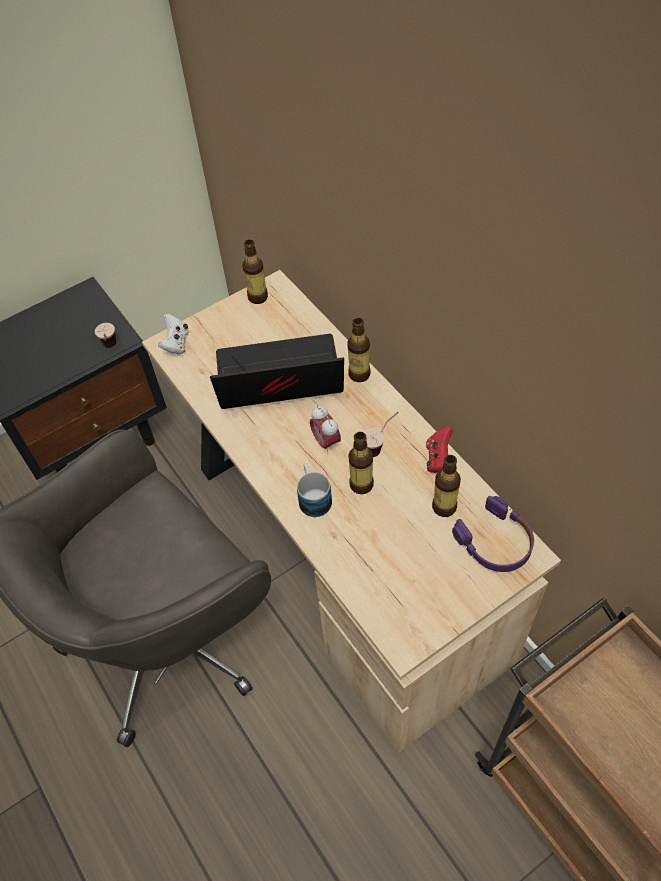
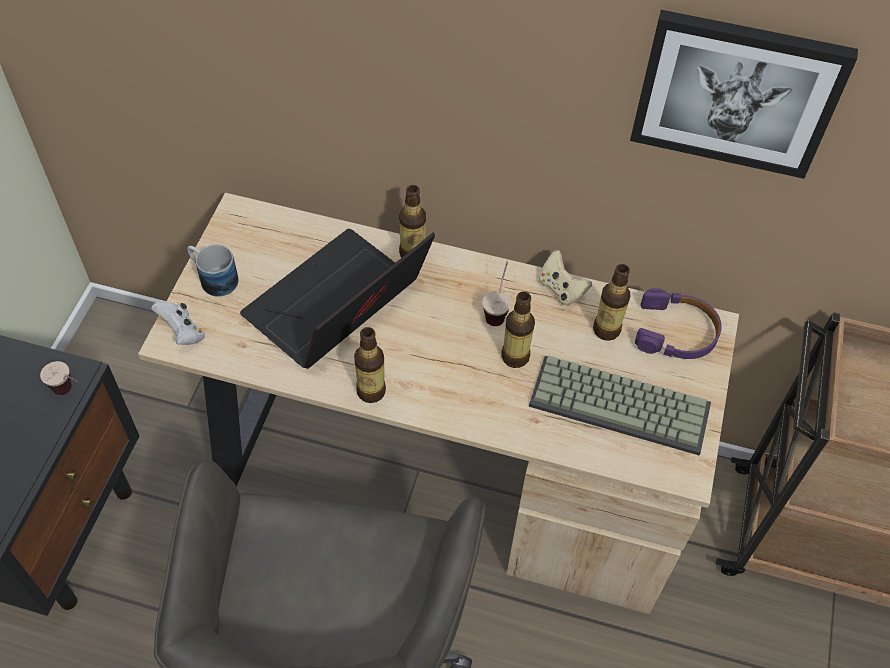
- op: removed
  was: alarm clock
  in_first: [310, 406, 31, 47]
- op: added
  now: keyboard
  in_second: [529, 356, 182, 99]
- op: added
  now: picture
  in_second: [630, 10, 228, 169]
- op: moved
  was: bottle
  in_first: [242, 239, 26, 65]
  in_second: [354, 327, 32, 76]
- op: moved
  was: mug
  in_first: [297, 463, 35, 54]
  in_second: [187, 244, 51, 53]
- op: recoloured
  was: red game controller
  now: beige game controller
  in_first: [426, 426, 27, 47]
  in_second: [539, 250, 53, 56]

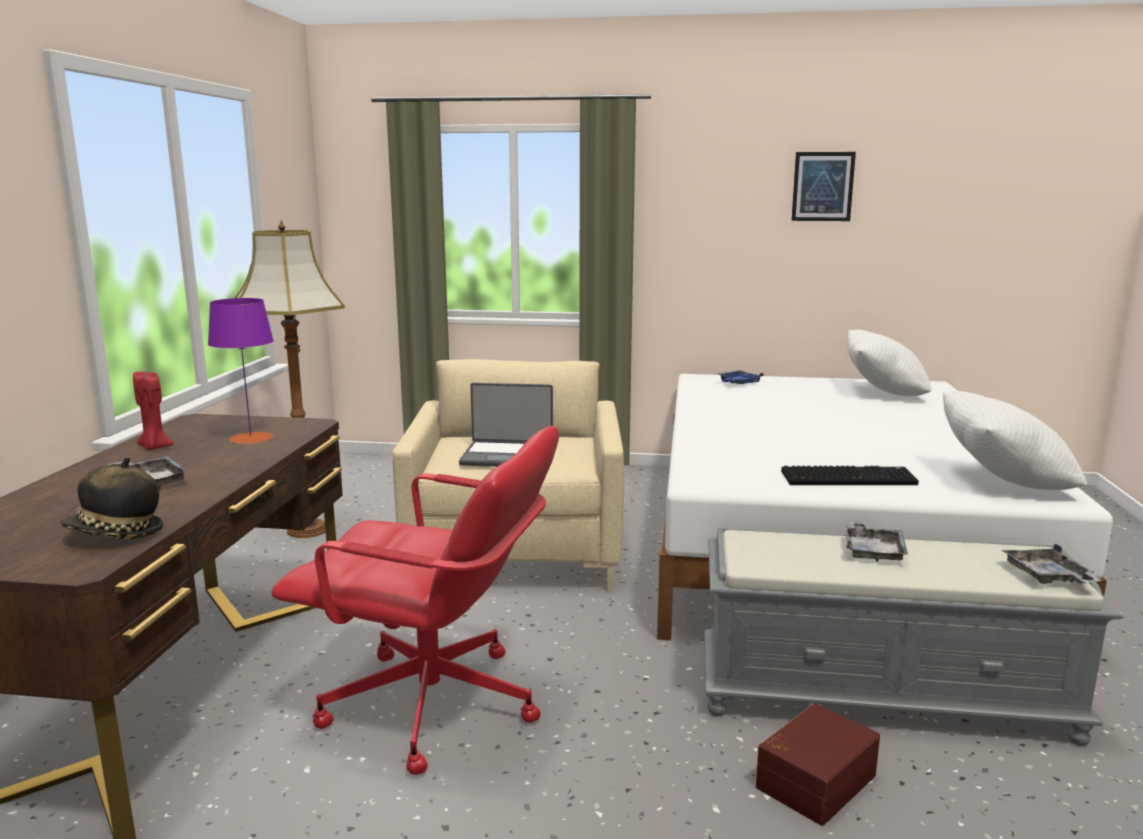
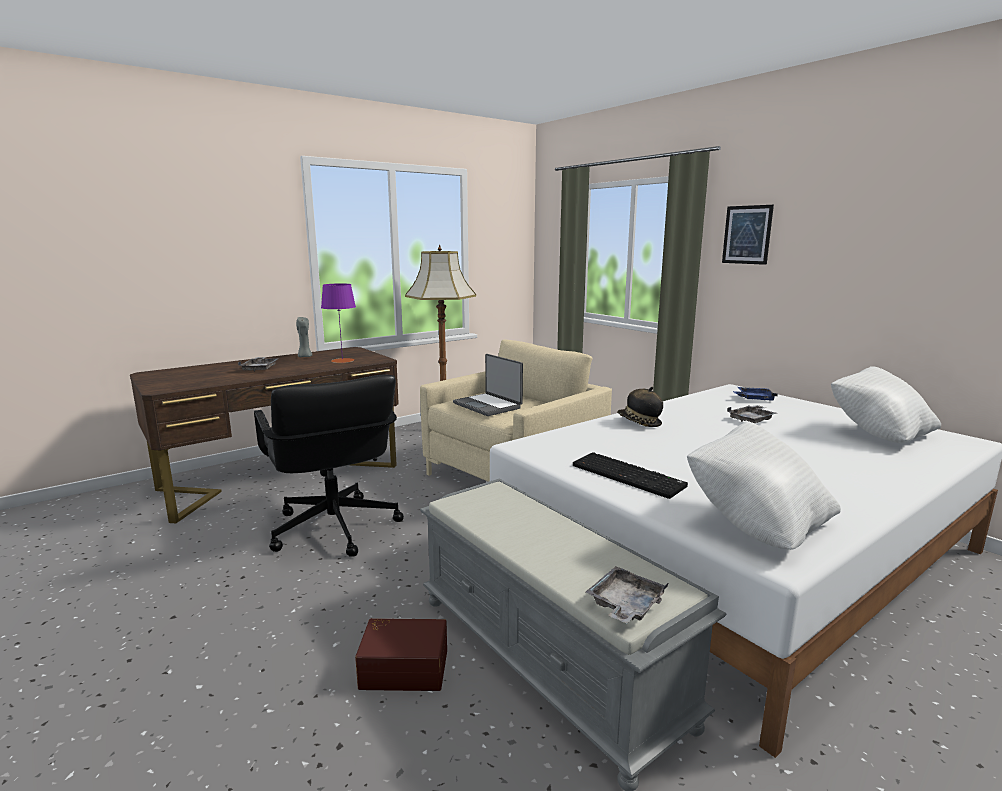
- op: moved
  was: hat
  in_first: [60, 457, 103, 82]
  in_second: [617, 387, 46, 40]
- op: moved
  was: picture
  in_first: [791, 152, 65, 69]
  in_second: [722, 205, 52, 60]
- op: moved
  was: grey tray
  in_first: [846, 521, 62, 41]
  in_second: [727, 405, 49, 18]
- op: recoloured
  was: red candle
  now: grey candle
  in_first: [133, 371, 41, 79]
  in_second: [296, 317, 16, 40]
- op: recoloured
  was: red office chair
  now: black office chair
  in_first: [271, 426, 288, 349]
  in_second: [254, 375, 150, 182]

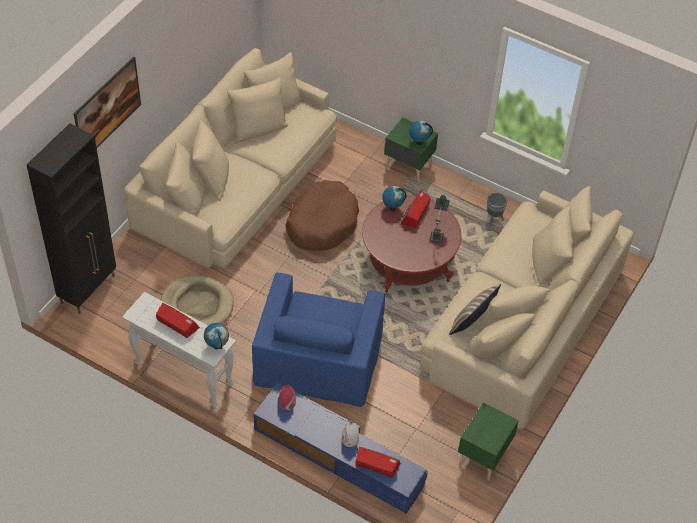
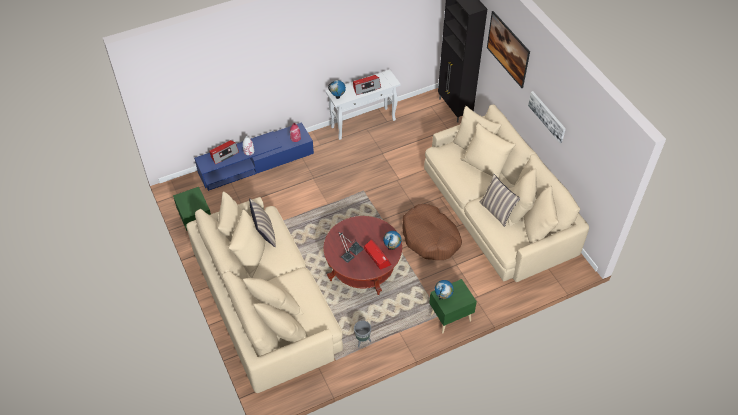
- op: removed
  was: beige dog bed
  in_first: [161, 275, 73, 51]
- op: removed
  was: blue armchair
  in_first: [252, 272, 133, 135]
- op: added
  now: pillow
  in_second: [479, 174, 41, 53]
- op: added
  now: picture
  in_second: [528, 91, 38, 52]

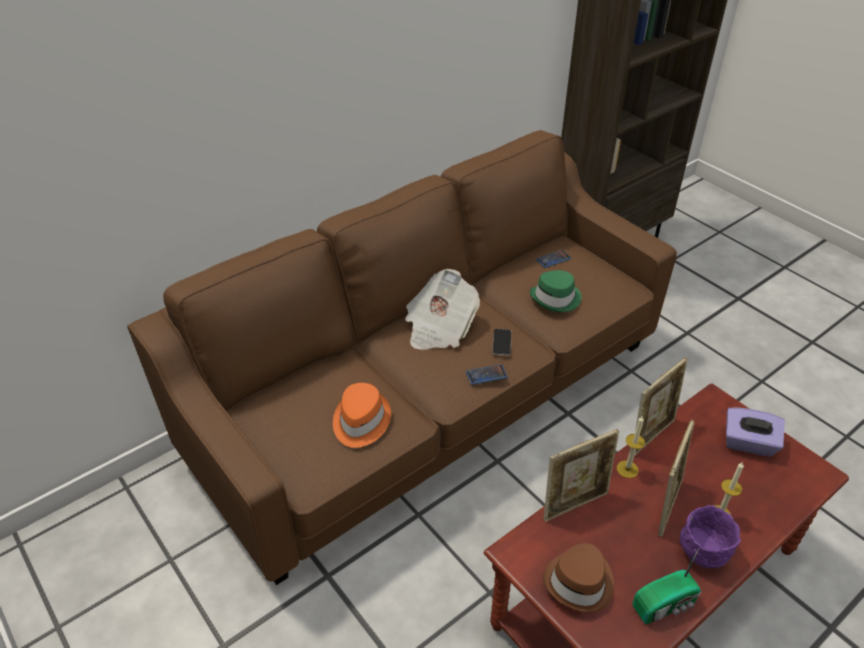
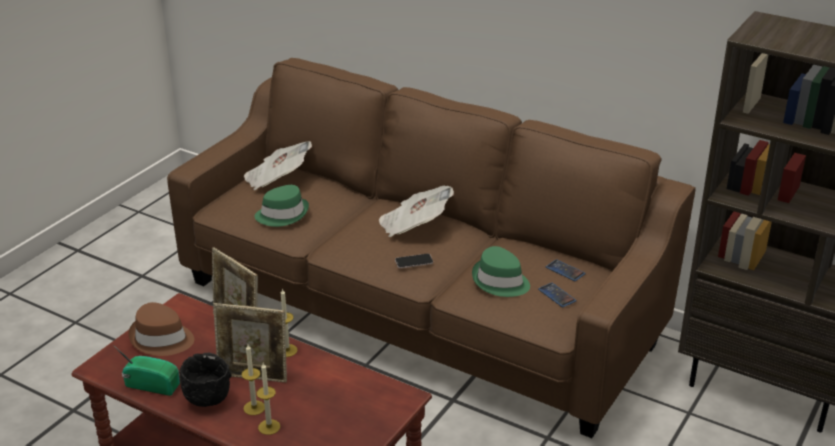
- op: removed
  was: picture frame
  in_first: [634, 358, 54, 98]
- op: removed
  was: purple tissue box
  in_first: [726, 408, 59, 49]
- op: added
  now: newspaper
  in_second: [244, 141, 68, 49]
- op: added
  now: candle
  in_second: [256, 363, 24, 72]
- op: moved
  was: phone
  in_first: [466, 364, 42, 21]
  in_second: [538, 283, 39, 24]
- op: recoloured
  was: orange hat
  now: green hat
  in_first: [333, 383, 58, 65]
  in_second: [255, 185, 54, 42]
- op: recoloured
  was: purple bowl
  now: black bowl
  in_first: [680, 505, 61, 63]
  in_second: [179, 352, 53, 55]
- op: turned
  was: radio
  in_first: [632, 548, 69, 76]
  in_second: [113, 345, 67, 51]
  clockwise: 150

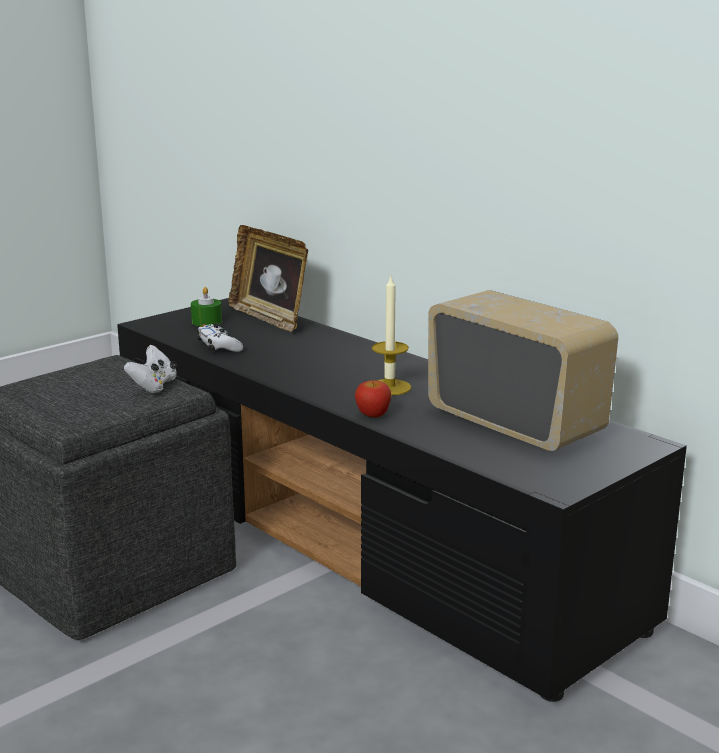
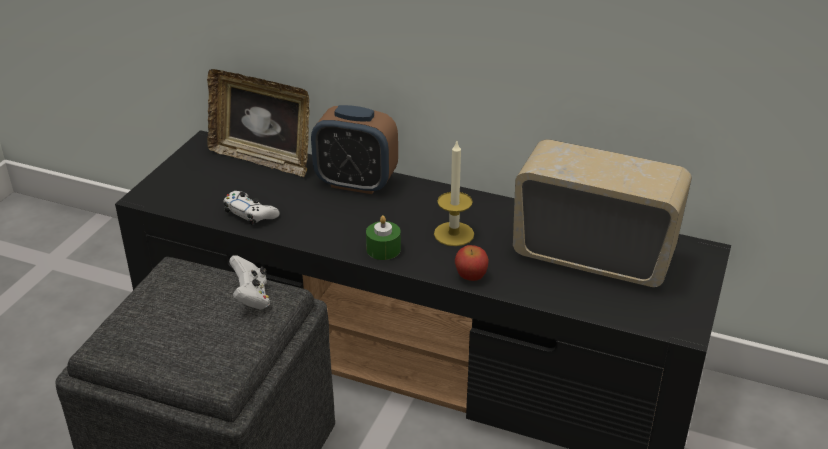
- op: added
  now: alarm clock
  in_second: [311, 105, 87, 89]
- op: moved
  was: green candle
  in_first: [191, 287, 31, 39]
  in_second: [366, 215, 35, 45]

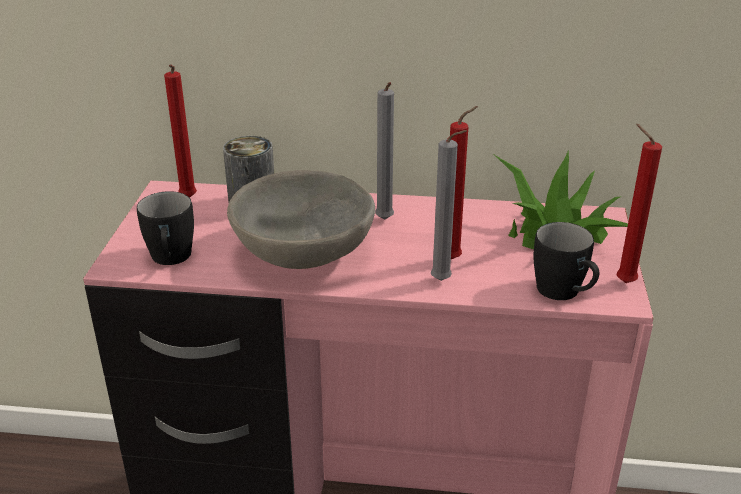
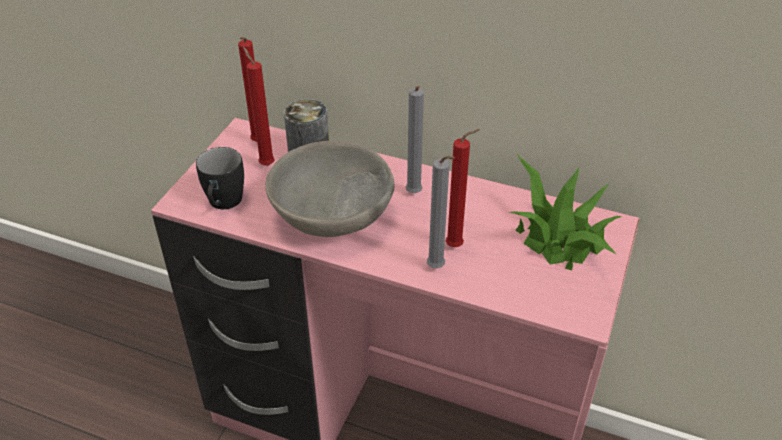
- op: removed
  was: black mug
  in_first: [534, 222, 65, 78]
- op: moved
  was: red candle
  in_first: [616, 124, 46, 159]
  in_second: [243, 47, 32, 119]

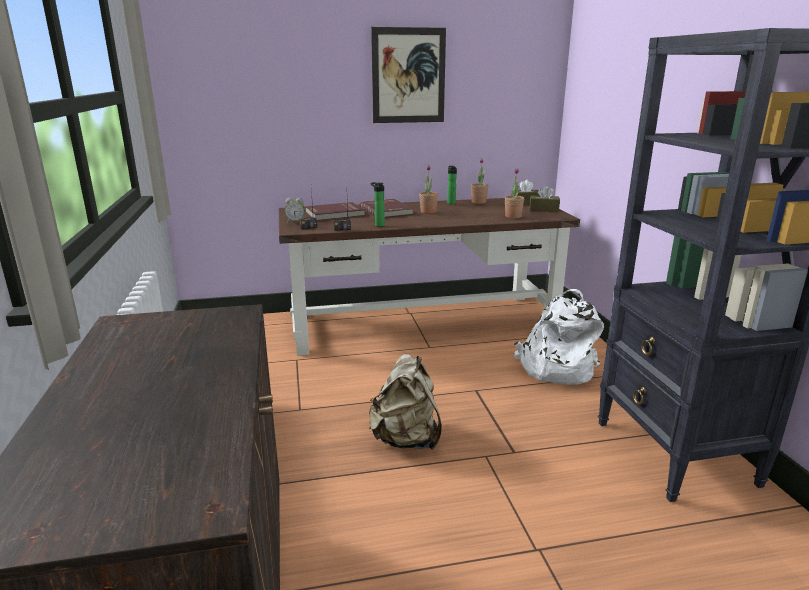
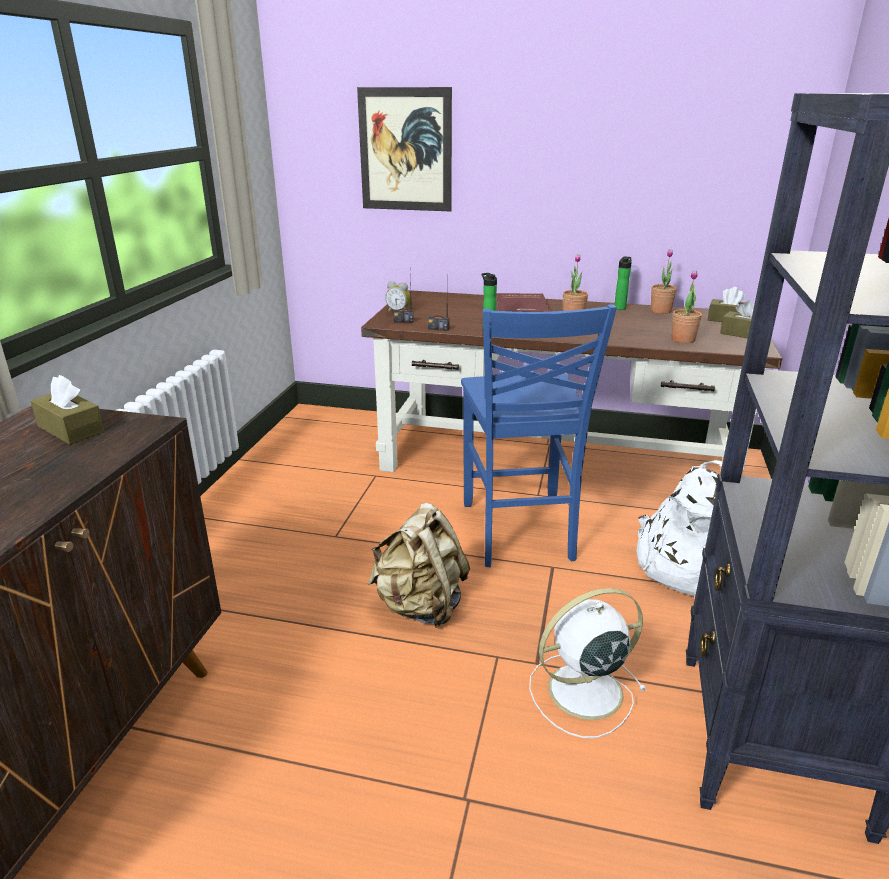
- op: removed
  was: red book
  in_first: [305, 202, 60, 19]
- op: added
  now: brown tissue box
  in_second: [30, 375, 75, 69]
- op: added
  now: blue chair
  in_second: [461, 304, 156, 263]
- op: added
  now: white fan
  in_second: [529, 588, 118, 150]
- op: moved
  was: picture
  in_first: [371, 27, 75, 96]
  in_second: [357, 87, 95, 124]

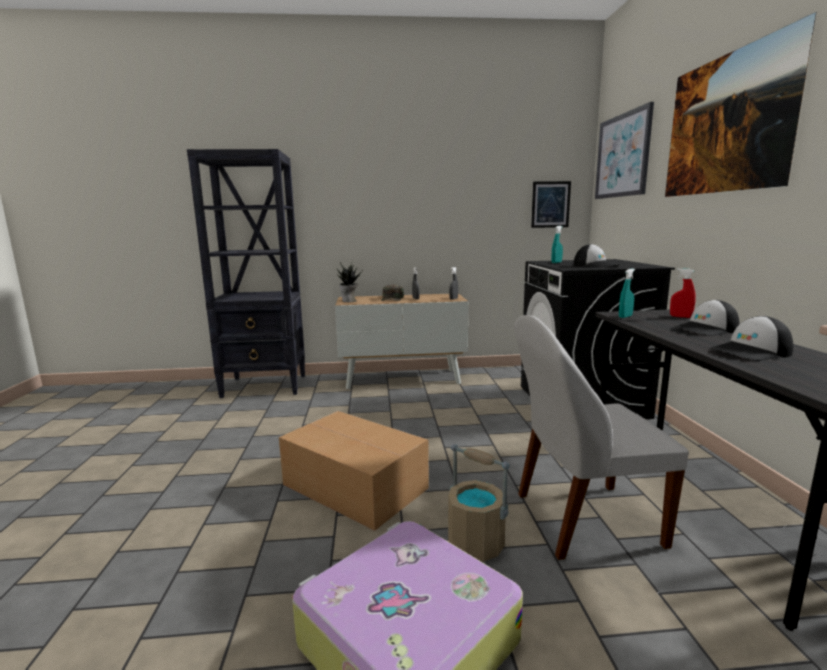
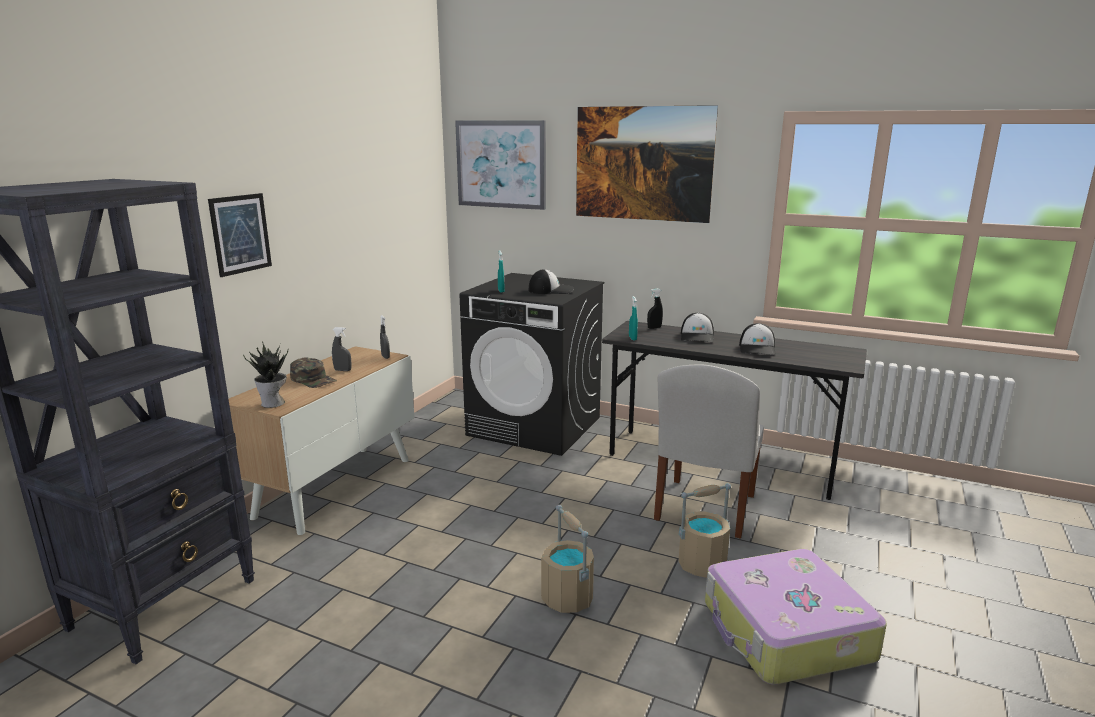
- op: moved
  was: picture
  in_first: [531, 181, 40, 47]
  in_second: [208, 193, 64, 84]
- op: replaced
  was: cardboard box
  now: beige bucket
  in_first: [279, 411, 150, 120]
  in_second: [541, 505, 53, 108]
- op: recoloured
  was: red spray bottle
  now: black spray bottle
  in_first: [670, 268, 26, 50]
  in_second: [647, 288, 16, 41]

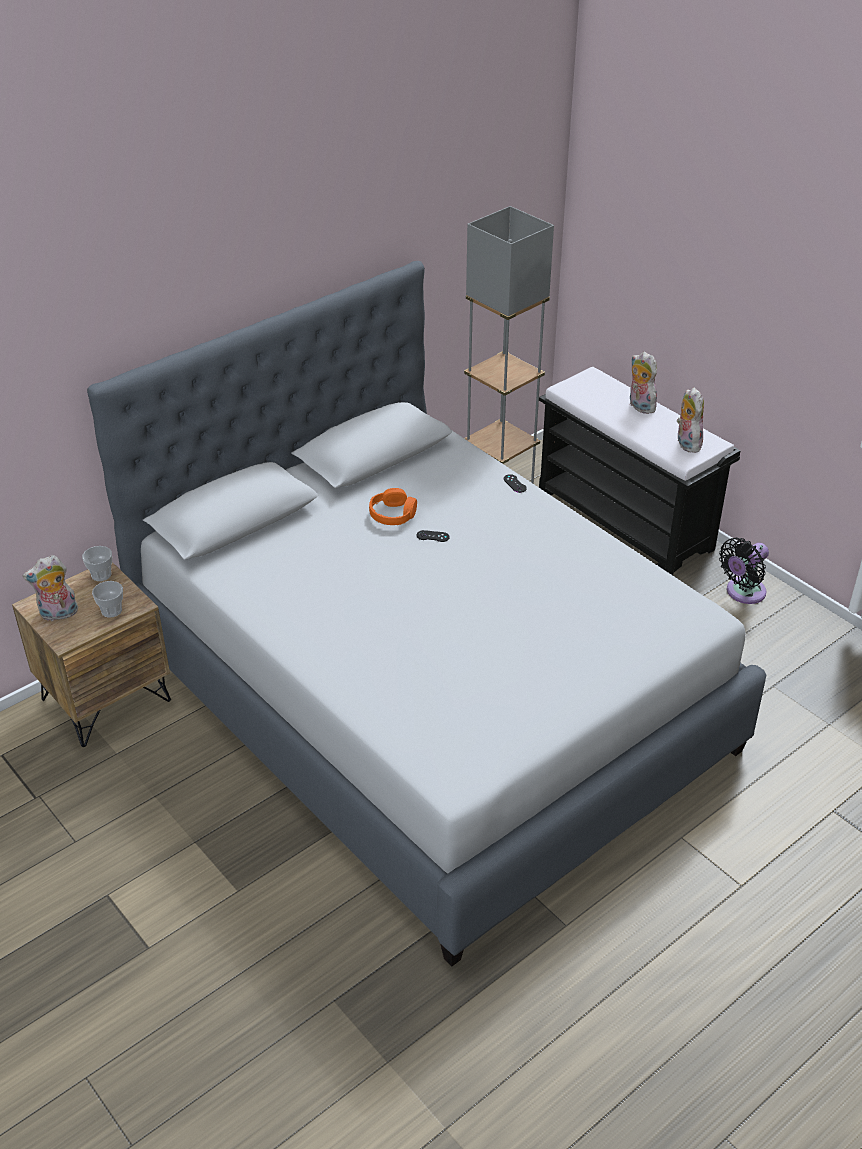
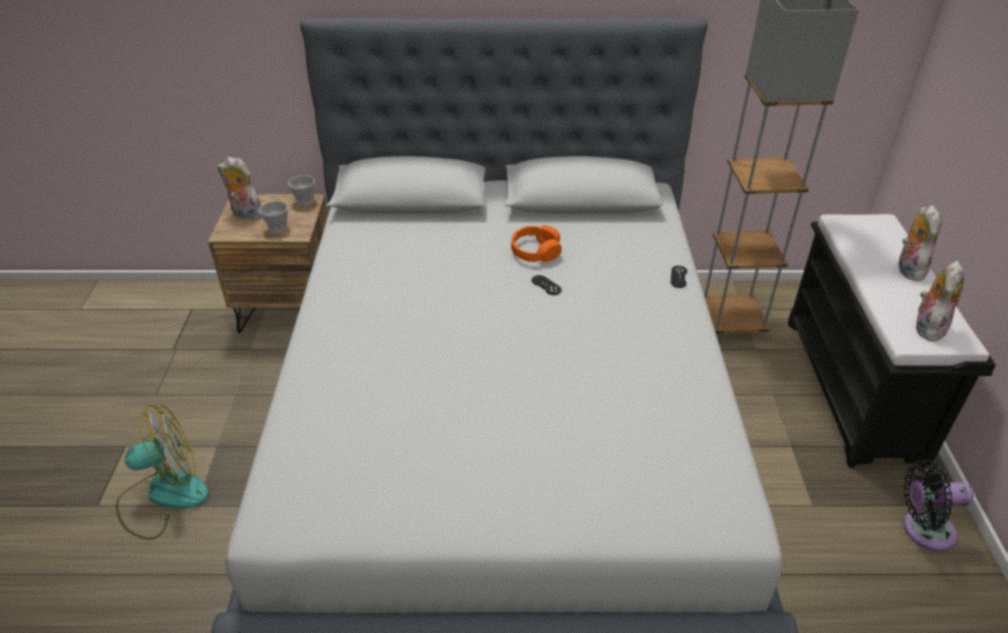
- op: added
  now: fan
  in_second: [116, 405, 93, 135]

